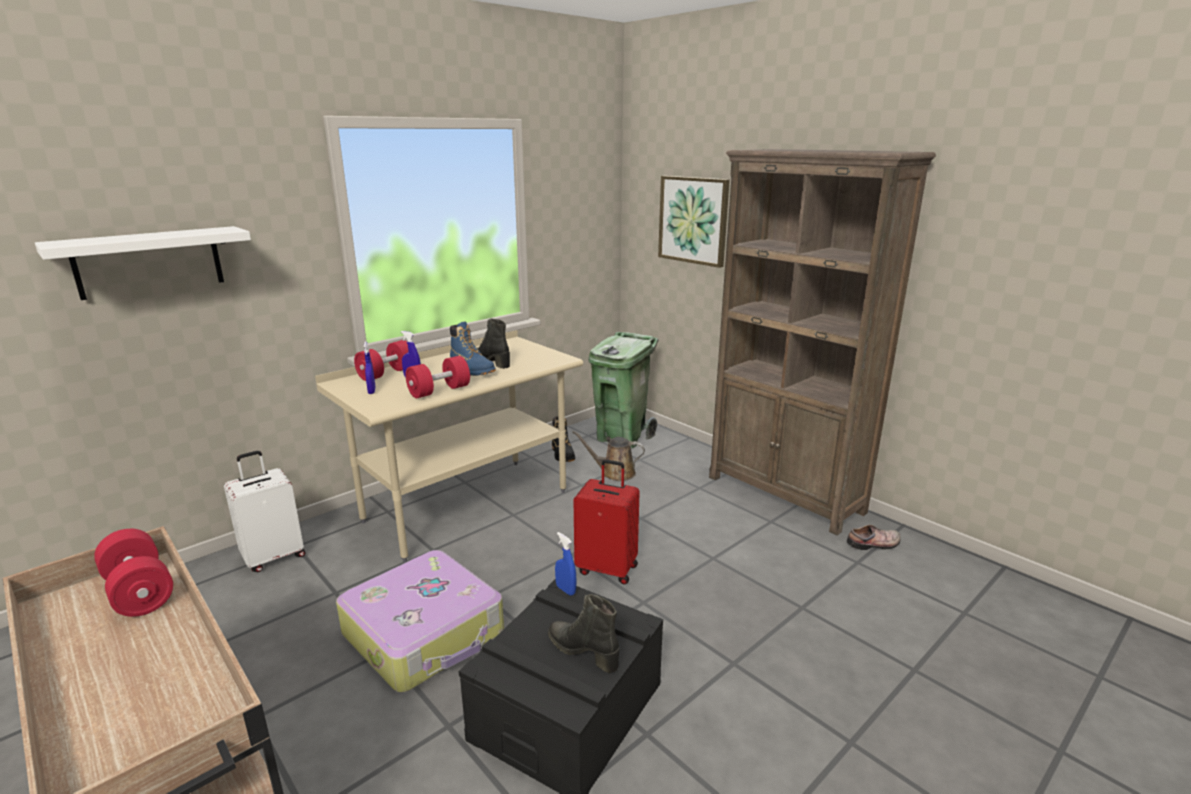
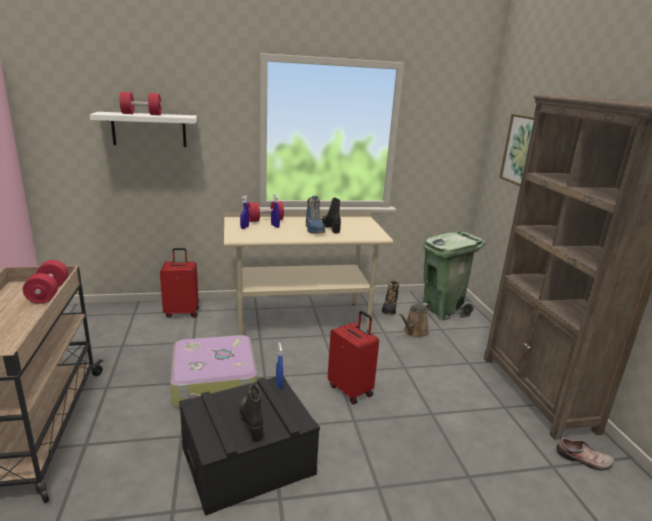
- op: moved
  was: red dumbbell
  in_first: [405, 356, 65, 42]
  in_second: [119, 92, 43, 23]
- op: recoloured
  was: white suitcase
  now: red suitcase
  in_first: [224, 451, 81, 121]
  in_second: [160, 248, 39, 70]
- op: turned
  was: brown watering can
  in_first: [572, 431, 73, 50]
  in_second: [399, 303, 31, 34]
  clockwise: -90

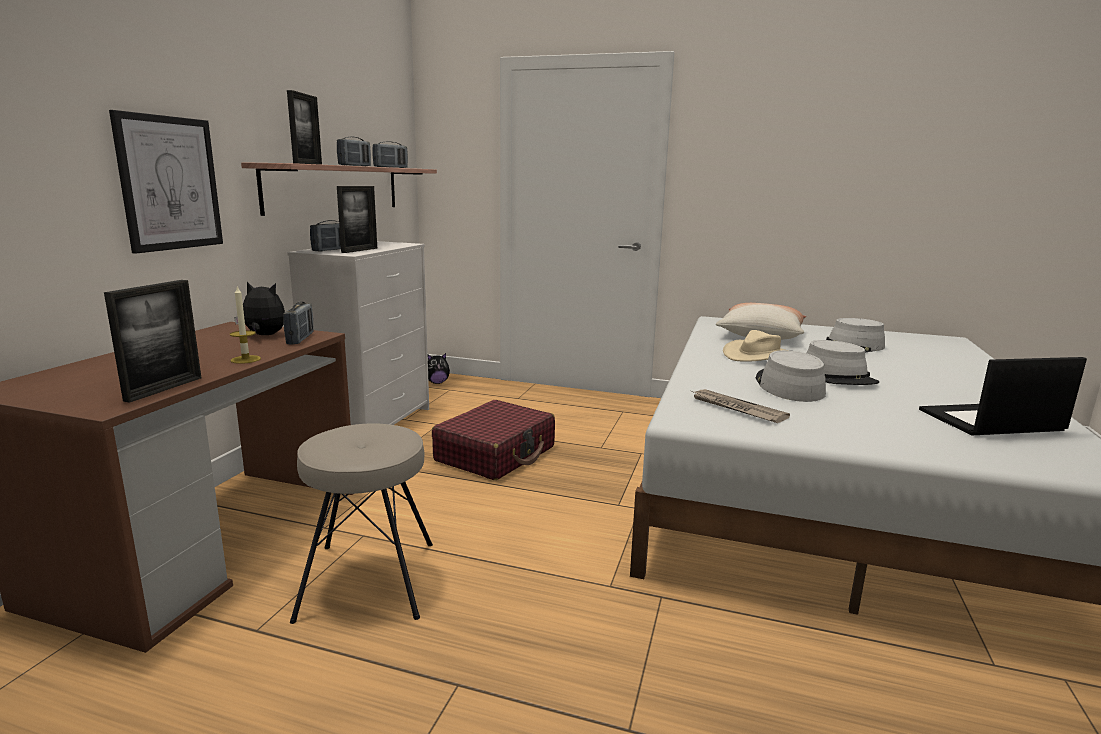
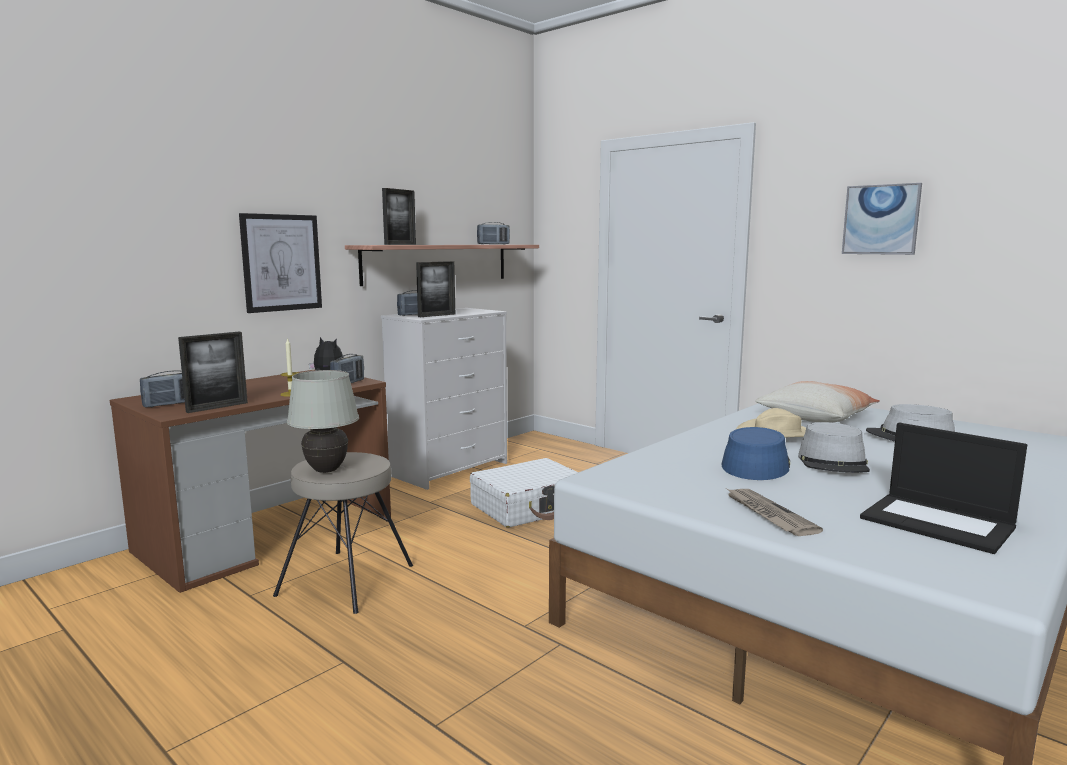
- op: removed
  was: plush toy
  in_first: [428, 353, 22, 31]
- op: added
  now: white table lamp
  in_second: [287, 370, 72, 103]
- op: added
  now: picture
  in_second: [842, 183, 80, 72]
- op: moved
  was: radio
  in_first: [337, 137, 34, 29]
  in_second: [140, 370, 45, 37]
- op: moved
  was: newspaper
  in_first: [694, 389, 96, 34]
  in_second: [727, 489, 96, 47]
- op: recoloured
  was: red suitcase
  now: white suitcase
  in_first: [432, 400, 123, 80]
  in_second: [470, 458, 108, 70]
- op: recoloured
  was: grey hat
  now: blue hat
  in_first: [756, 350, 70, 52]
  in_second: [722, 427, 68, 53]
- op: turned
  was: laptop
  in_first: [919, 357, 168, 78]
  in_second: [860, 423, 167, 131]
  clockwise: -150

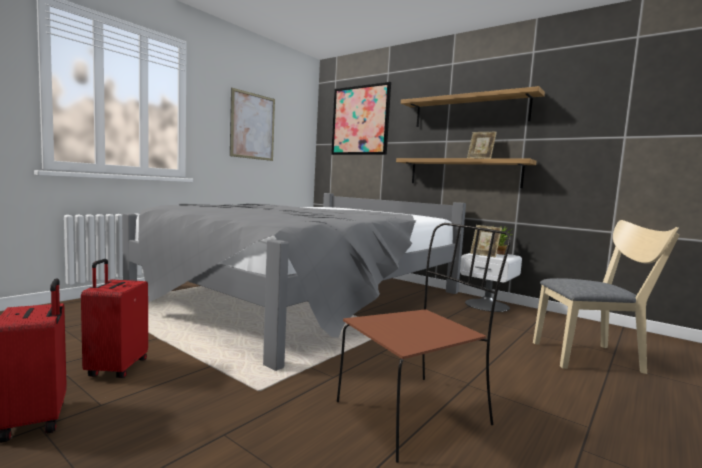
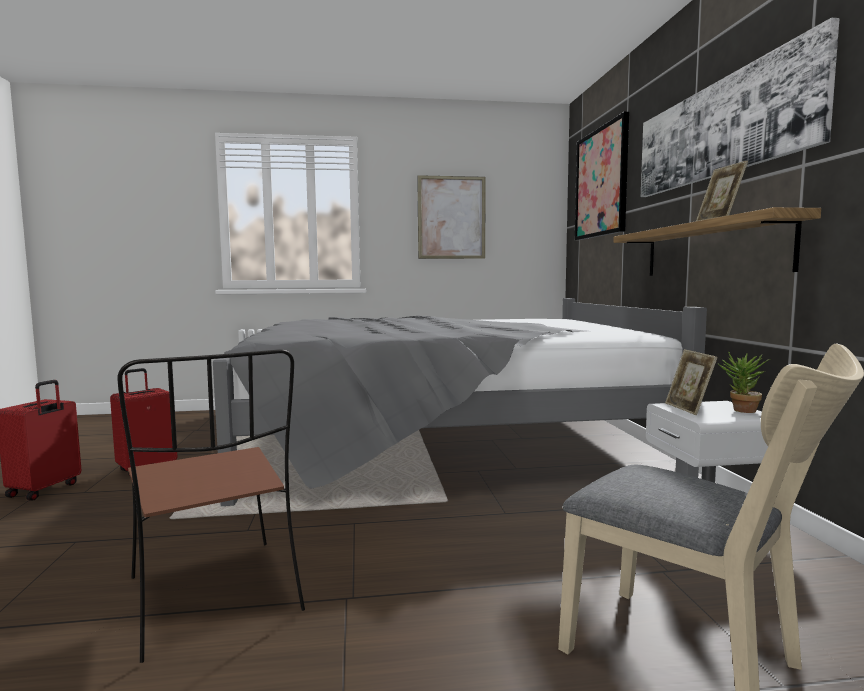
- op: replaced
  was: shelf
  now: picture
  in_first: [401, 86, 144, 41]
  in_second: [641, 18, 199, 179]
- op: turned
  was: brown chair
  in_first: [337, 223, 174, 240]
  in_second: [117, 349, 188, 314]
  clockwise: 45

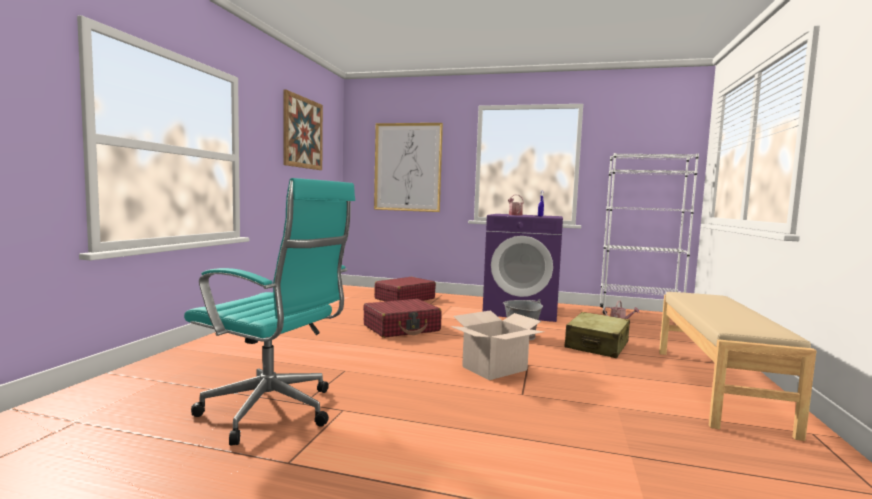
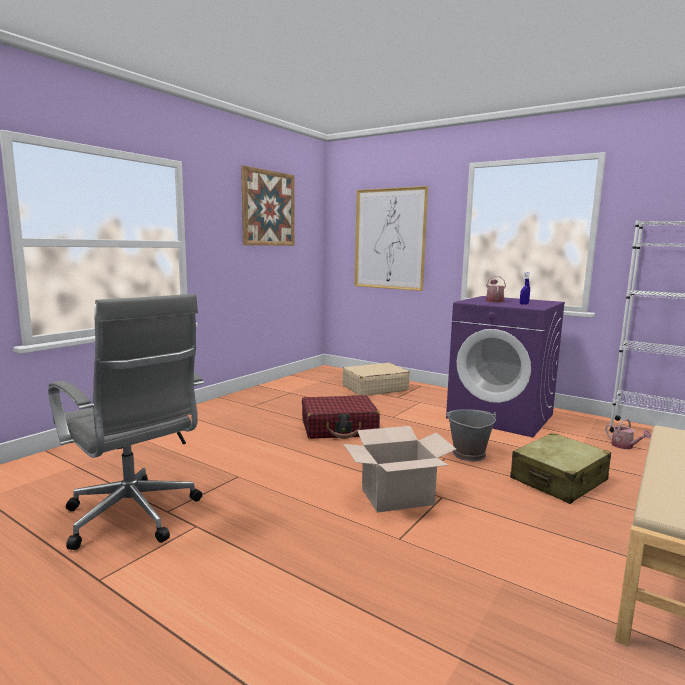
- op: recoloured
  was: turquoise office chair
  now: grey office chair
  in_first: [184, 178, 171, 268]
  in_second: [48, 294, 156, 256]
- op: recoloured
  was: red suitcase
  now: beige suitcase
  in_first: [374, 277, 62, 25]
  in_second: [343, 363, 67, 33]

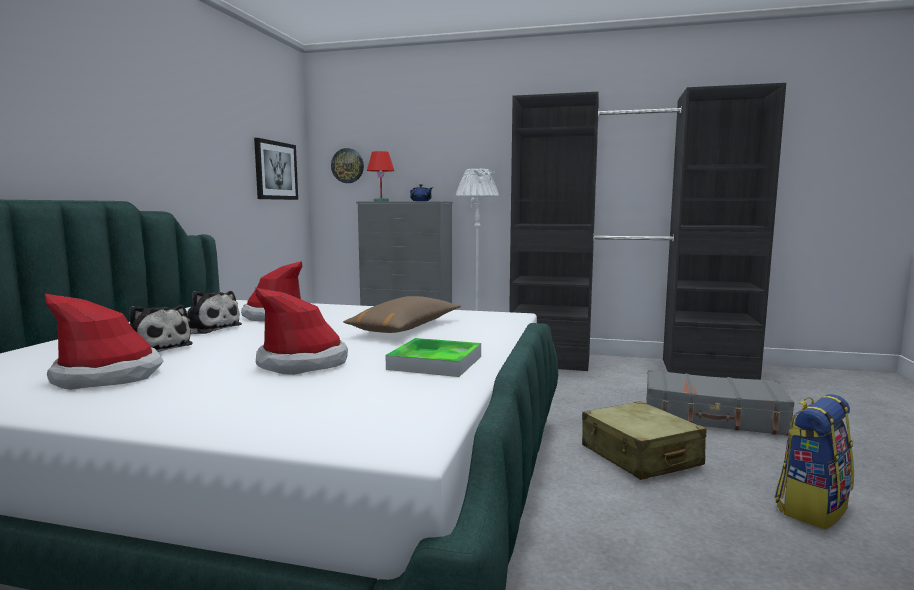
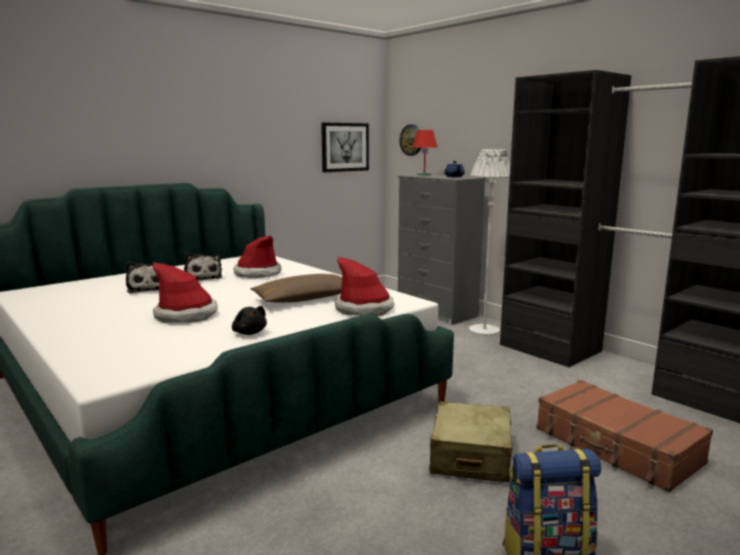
- op: moved
  was: hat
  in_first: [45, 294, 118, 96]
  in_second: [335, 257, 60, 59]
- op: replaced
  was: tray
  now: black plush toy
  in_first: [386, 338, 95, 39]
  in_second: [232, 306, 35, 29]
- op: recoloured
  was: grey suitcase
  now: brown suitcase
  in_first: [646, 370, 148, 66]
  in_second: [537, 380, 176, 113]

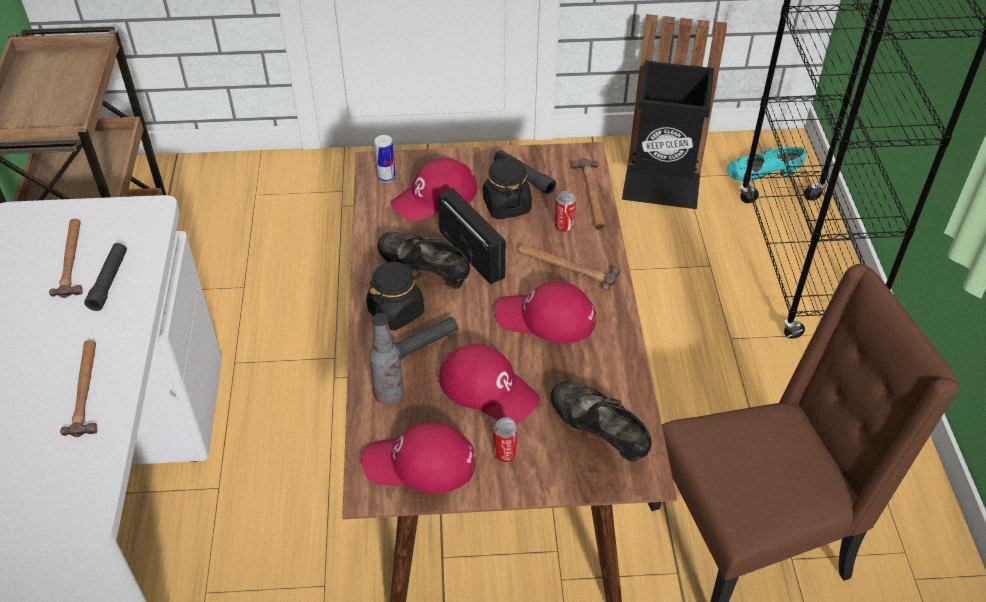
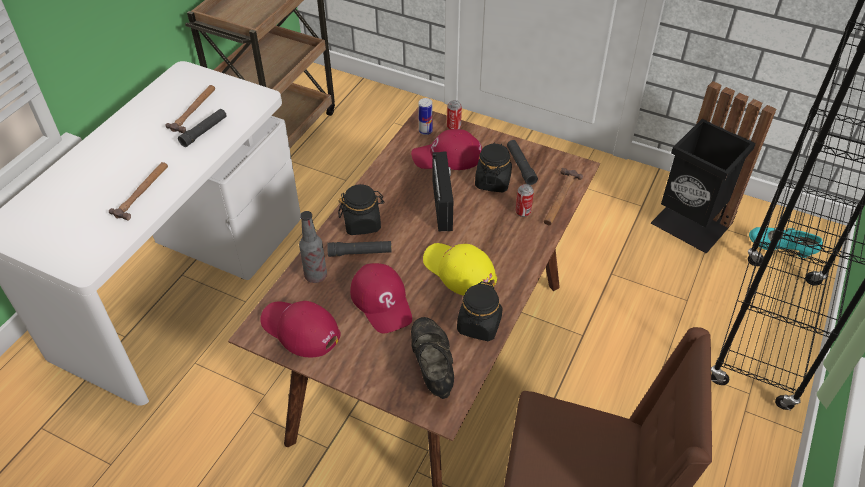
- op: removed
  was: black shoe
  in_first: [377, 232, 93, 57]
- op: removed
  was: hammer
  in_first: [518, 243, 103, 47]
- op: added
  now: black jar
  in_second: [457, 281, 46, 60]
- op: moved
  was: can
  in_first: [493, 418, 25, 44]
  in_second: [447, 100, 15, 30]
- op: recoloured
  was: red cap
  now: yellow cap
  in_first: [495, 281, 102, 62]
  in_second: [423, 243, 74, 53]

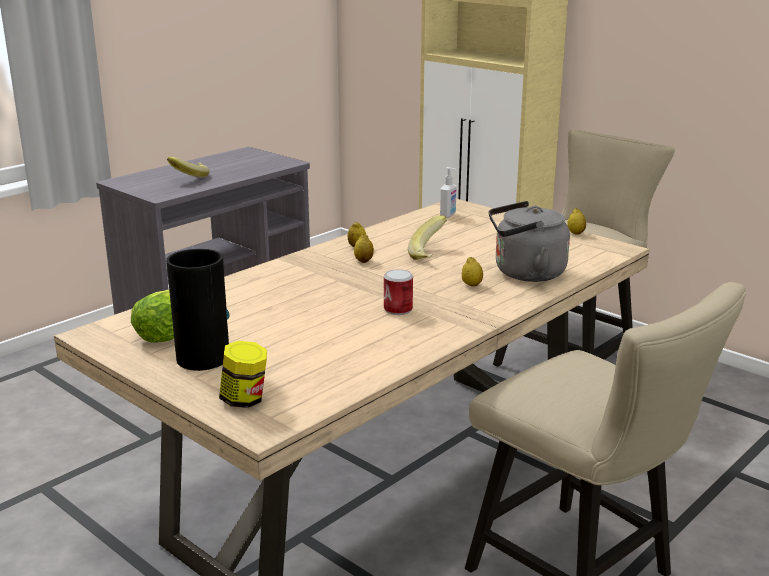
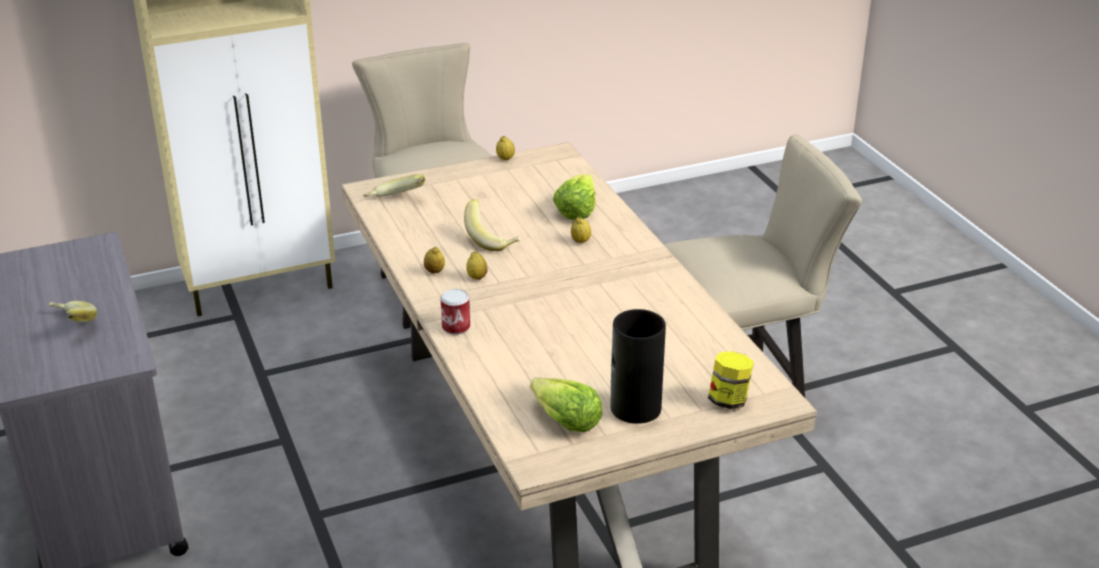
- op: moved
  was: can
  in_first: [384, 269, 29, 46]
  in_second: [440, 289, 30, 46]
- op: replaced
  was: soap dispenser
  now: banana
  in_first: [440, 167, 17, 51]
  in_second: [363, 174, 62, 23]
- op: replaced
  was: grey kettle
  now: lettuce
  in_first: [489, 201, 81, 81]
  in_second: [553, 174, 43, 46]

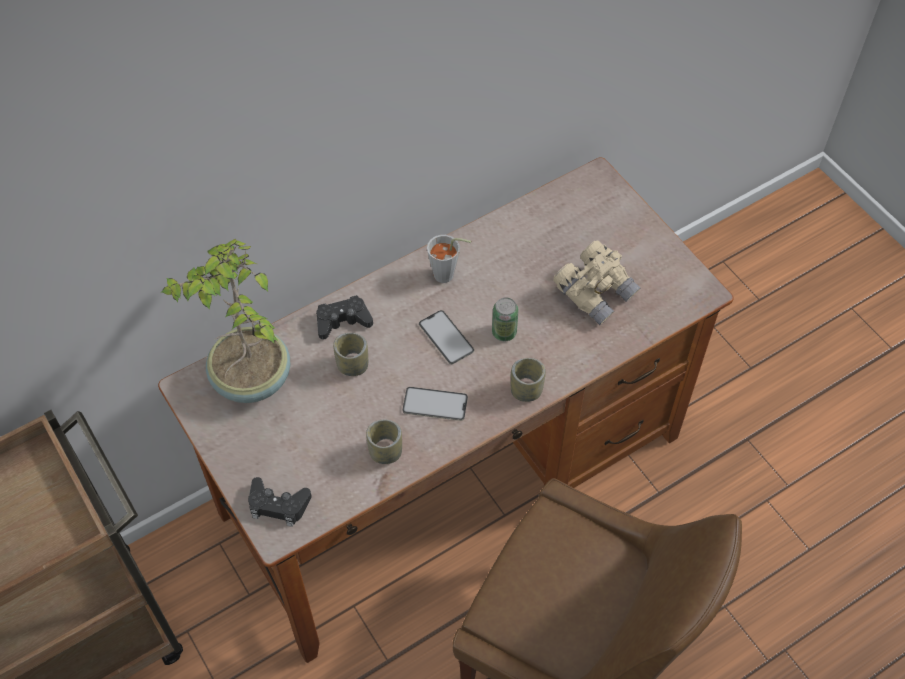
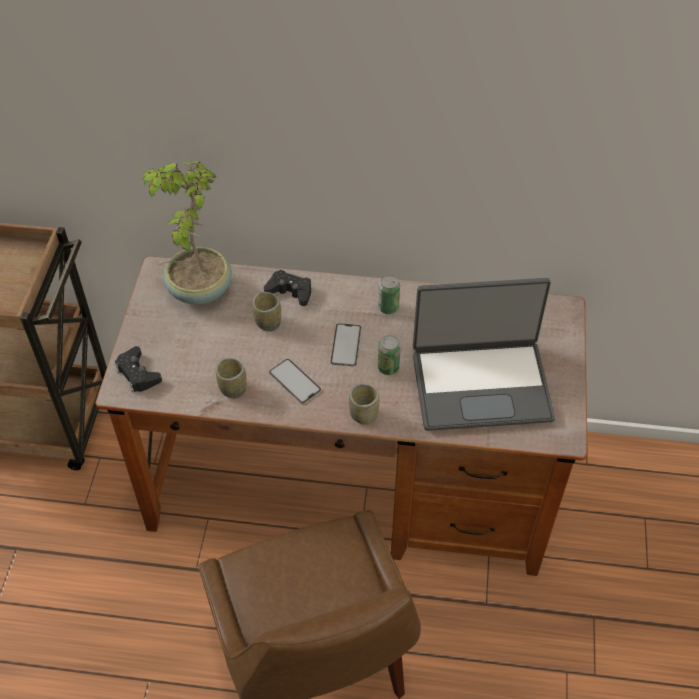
- op: replaced
  was: grey cup
  now: can
  in_first: [427, 235, 44, 48]
  in_second: [378, 275, 22, 39]
- op: replaced
  was: beige binoculars
  now: laptop
  in_first: [553, 241, 88, 84]
  in_second: [413, 278, 142, 153]

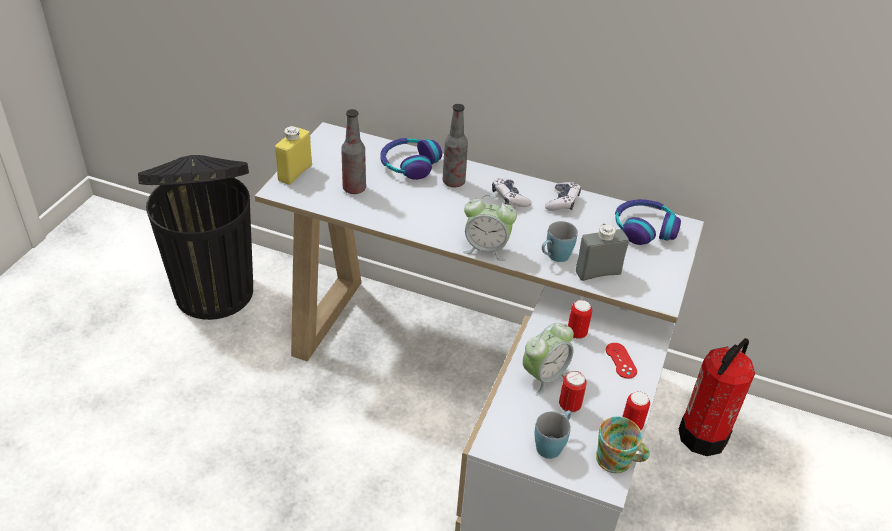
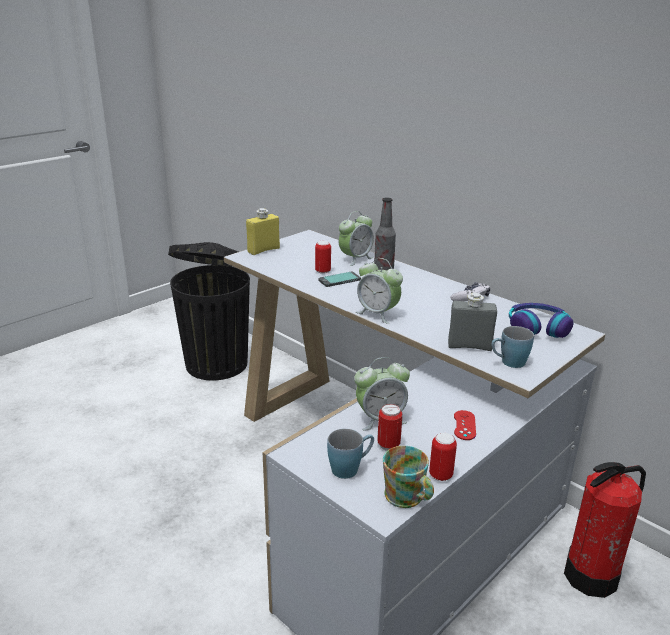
- op: removed
  was: bottle
  in_first: [341, 109, 25, 85]
- op: removed
  was: game controller
  in_first: [492, 178, 40, 29]
- op: added
  now: phone
  in_second: [318, 271, 43, 16]
- op: moved
  was: blue mug
  in_first: [542, 221, 36, 41]
  in_second: [491, 326, 43, 42]
- op: moved
  was: can
  in_first: [568, 300, 24, 39]
  in_second: [315, 241, 16, 33]
- op: replaced
  was: headphones
  now: alarm clock
  in_first: [380, 138, 62, 42]
  in_second: [338, 211, 36, 55]

